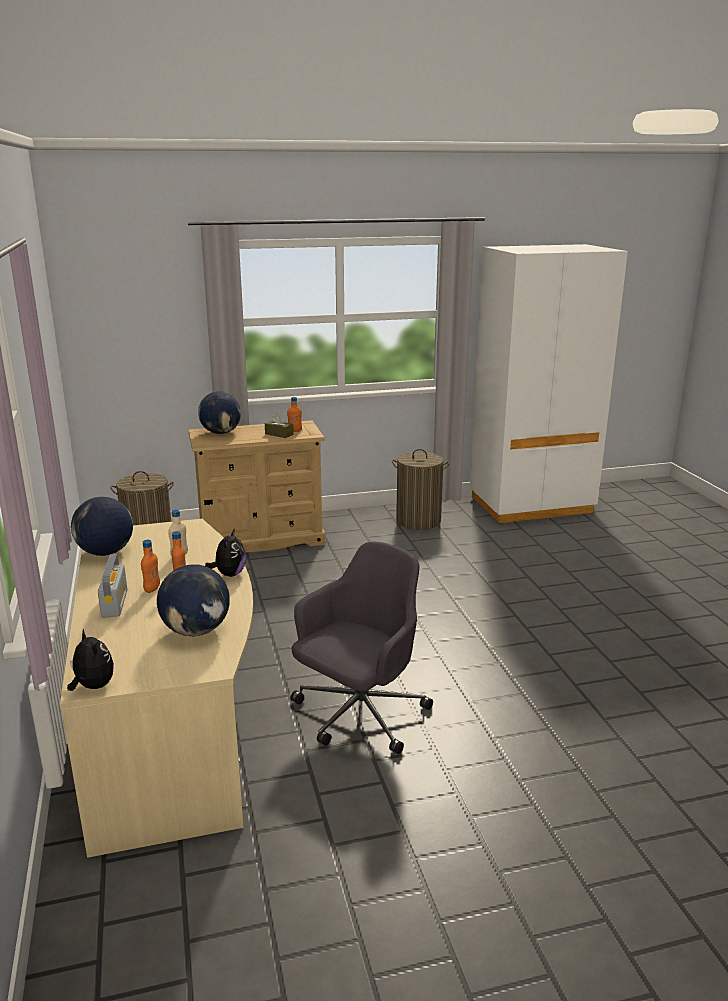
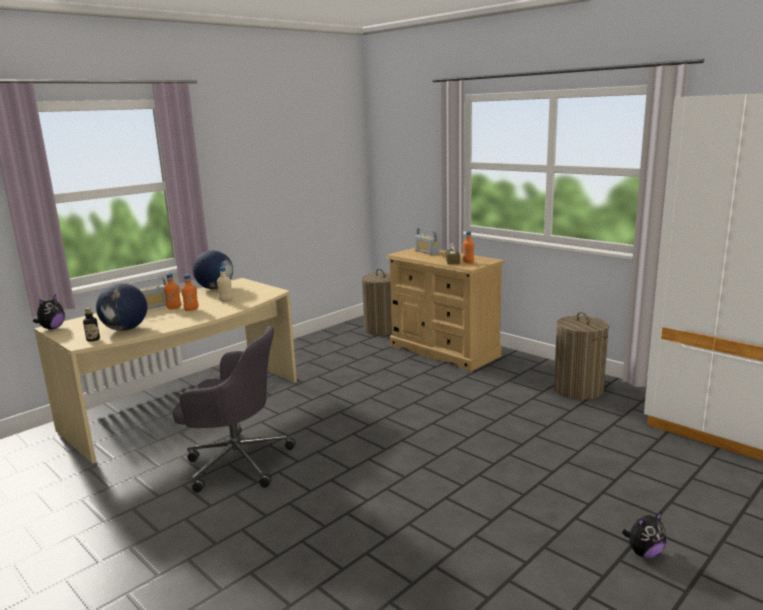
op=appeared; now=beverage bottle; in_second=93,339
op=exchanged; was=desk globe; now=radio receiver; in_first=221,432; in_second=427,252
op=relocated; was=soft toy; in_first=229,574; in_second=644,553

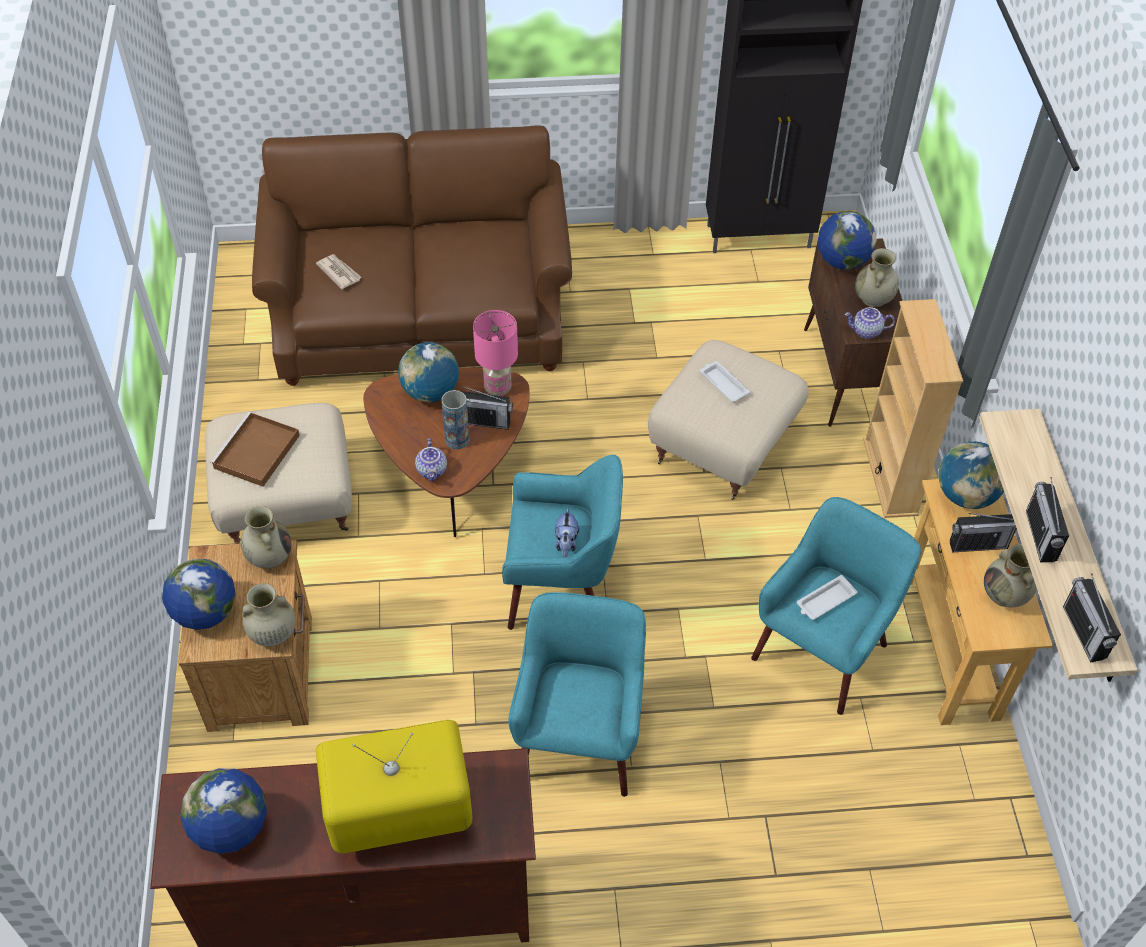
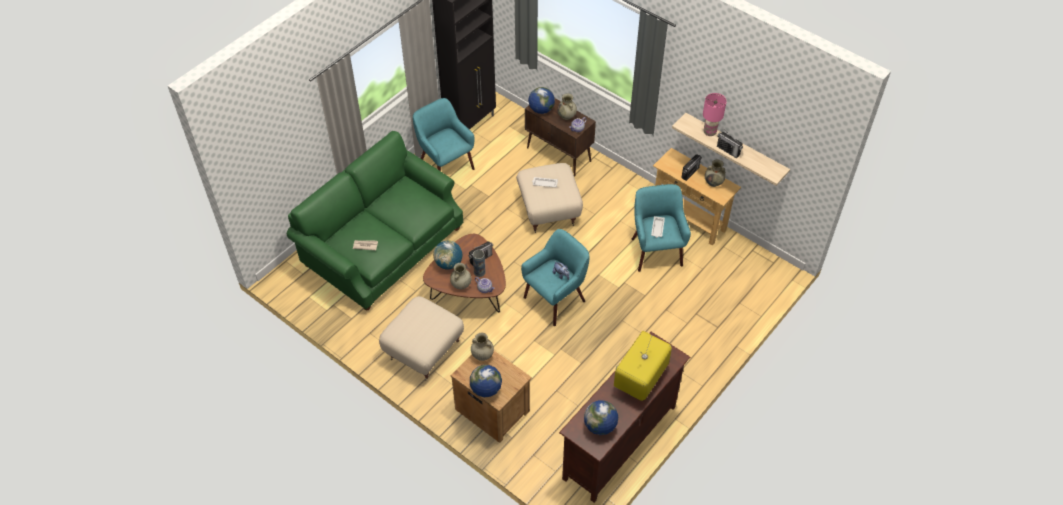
op=colour; was=brown-coloured settee; now=green settee; in_first=421,315; in_second=383,246
op=relocated; was=turquoise-coloured armchair; in_first=579,740; in_second=445,166
op=relocated; was=sand-coloured decorative vase; in_first=272,634; in_second=461,285
op=relocated; was=pinkish lamp for a table; in_first=498,389; in_second=710,132
op=missing; was=brown-coloured carrying tray; in_first=256,453
op=missing; was=sand-coloured bookshelf; in_first=890,476
op=missing; was=desk globe; in_first=965,495
op=missing; was=radio receiver; in_first=1084,632

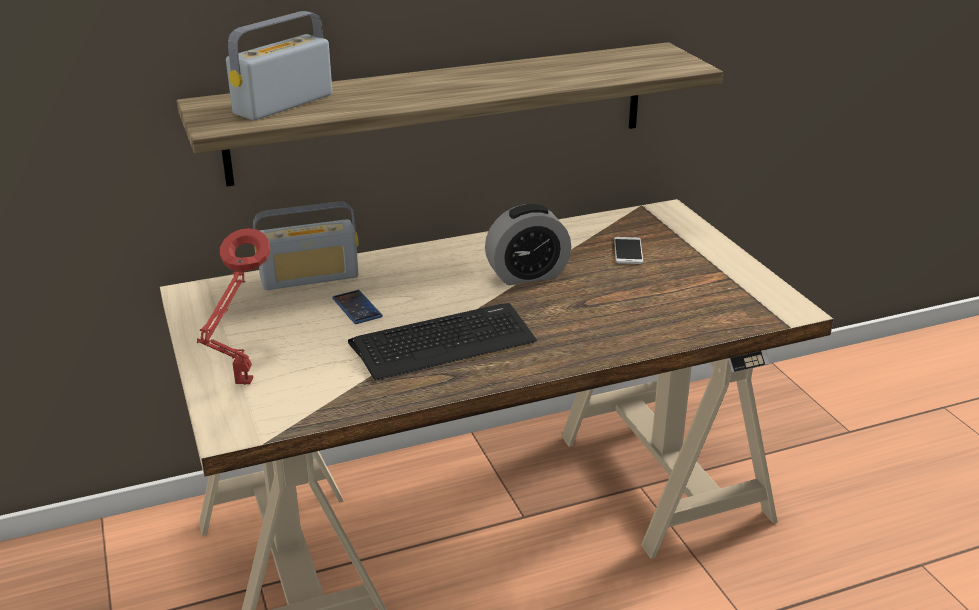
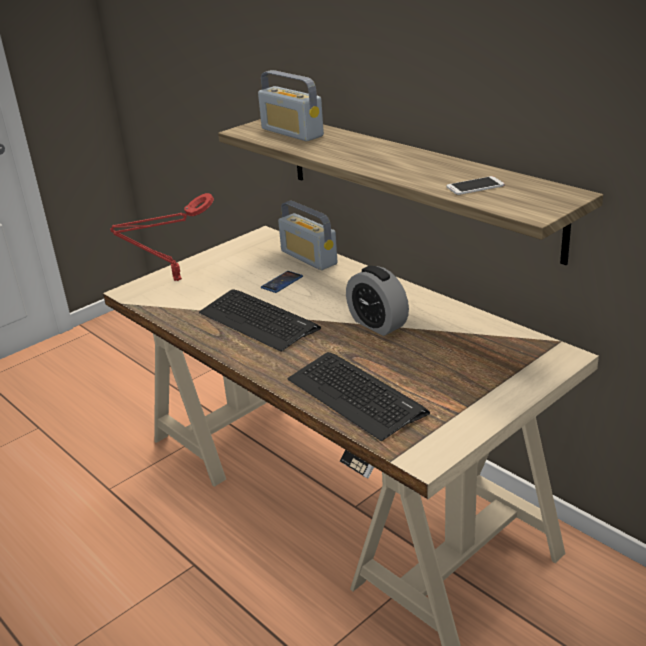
op=spun; was=radio receiver; in_first=283,104; in_second=292,132; clockwise=-150
op=appeared; now=PC keyboard; in_second=356,396
op=relocated; was=telephone; in_first=628,251; in_second=475,186

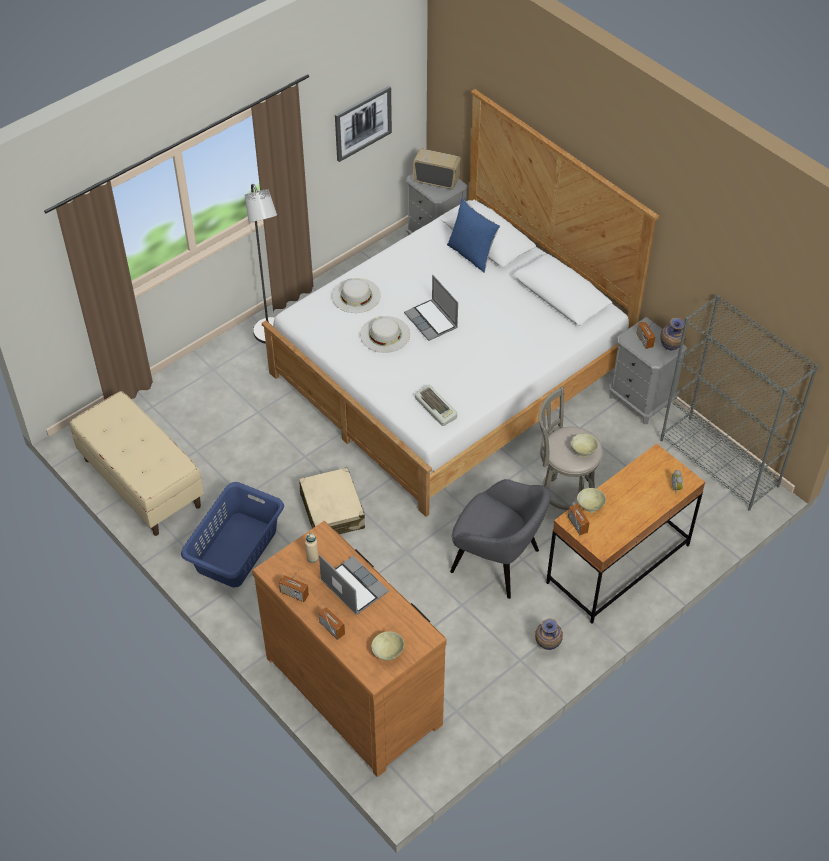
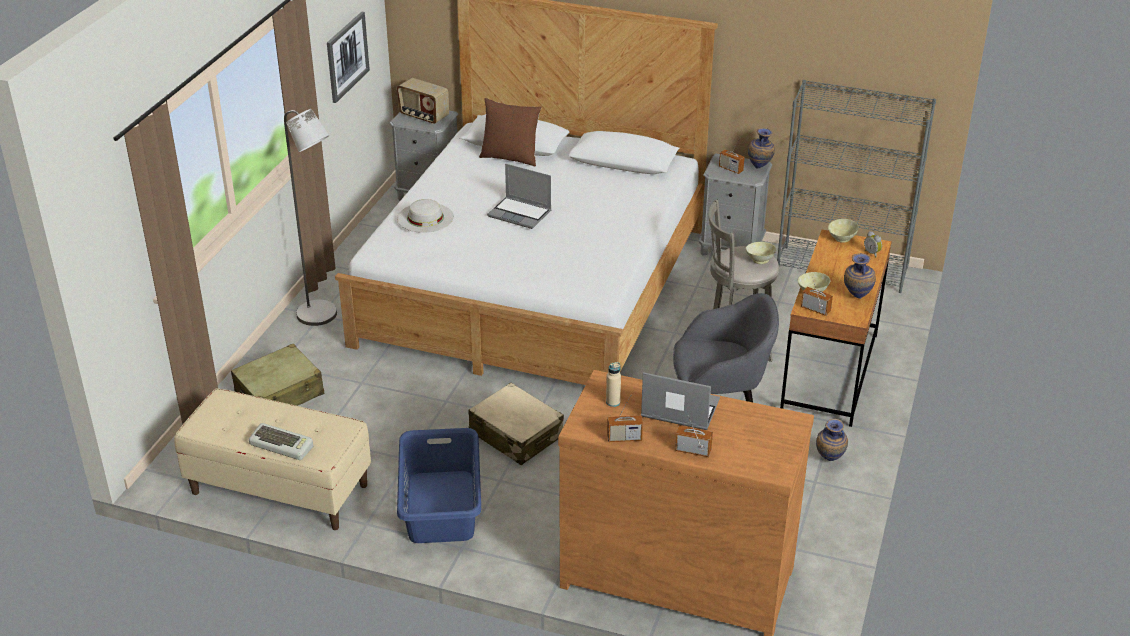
op=appeared; now=sand-coloured piece of luggage; in_second=280,394
op=relocated; was=PC keyboard; in_first=437,408; in_second=283,445
op=spun; was=radio receiver; in_first=436,181; in_second=423,116; clockwise=-135
op=colour; was=bluish cushion; now=brown-coloured cushion; in_first=472,254; in_second=510,157
op=relocated; was=sand-coloured serving bowl; in_first=387,652; in_second=841,239
op=appeared; now=decorative vase; in_second=856,297
op=missing; was=white-coloured wearable hat; in_first=385,334

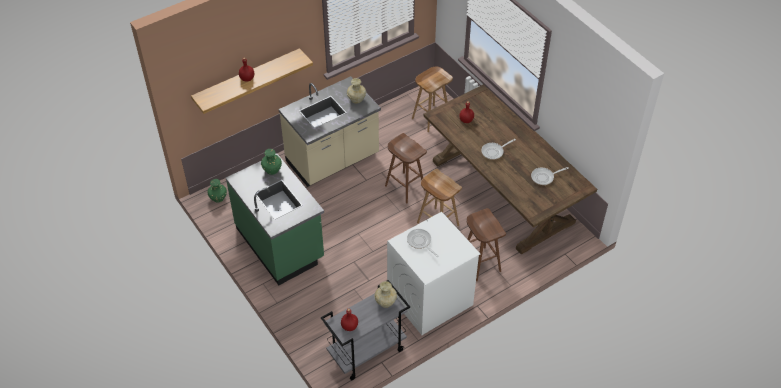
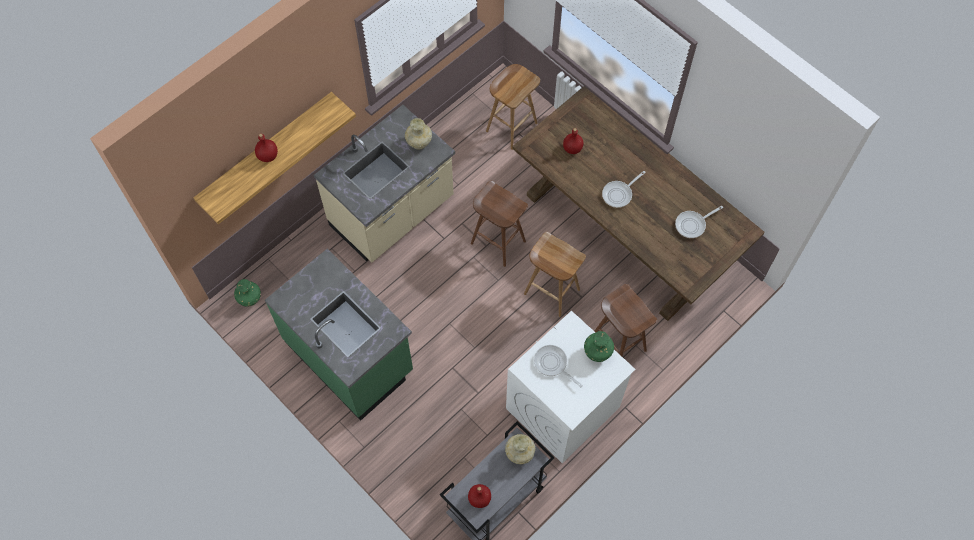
op=relocated; was=green decorative vase; in_first=272,170; in_second=598,353

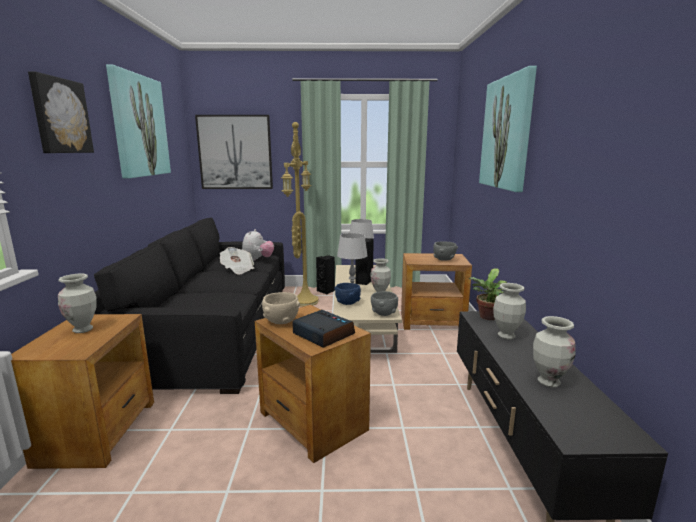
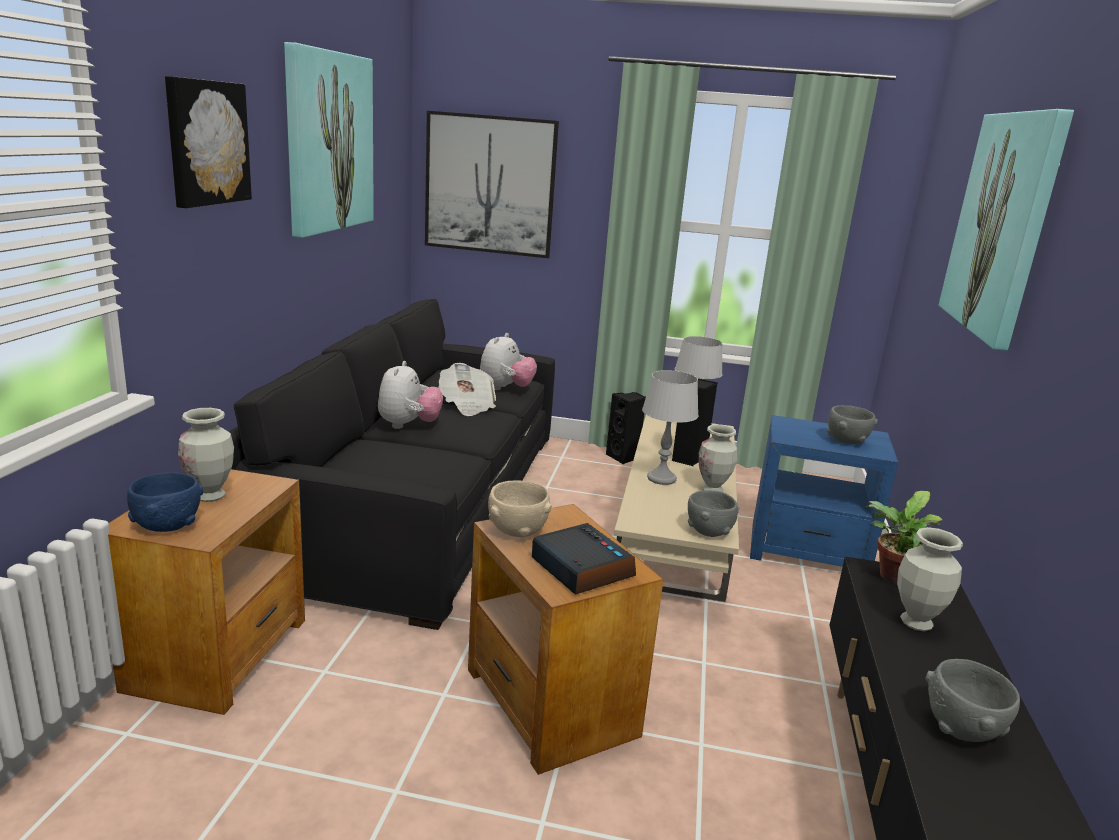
op=relocated; was=bluish serving bowl; in_first=347,303; in_second=167,526
op=appeared; now=soft toy; in_second=408,425
op=colour; was=brown-coloured side table; now=bluish side table; in_first=432,321; in_second=808,551
op=exchanged; was=decorative vase; now=gray serving bowl; in_first=548,382; in_second=961,729
op=missing; was=yellowish standard lamp; in_first=304,301

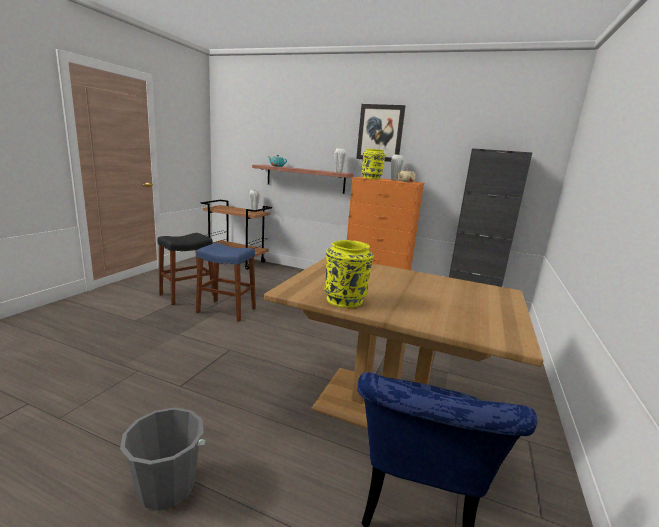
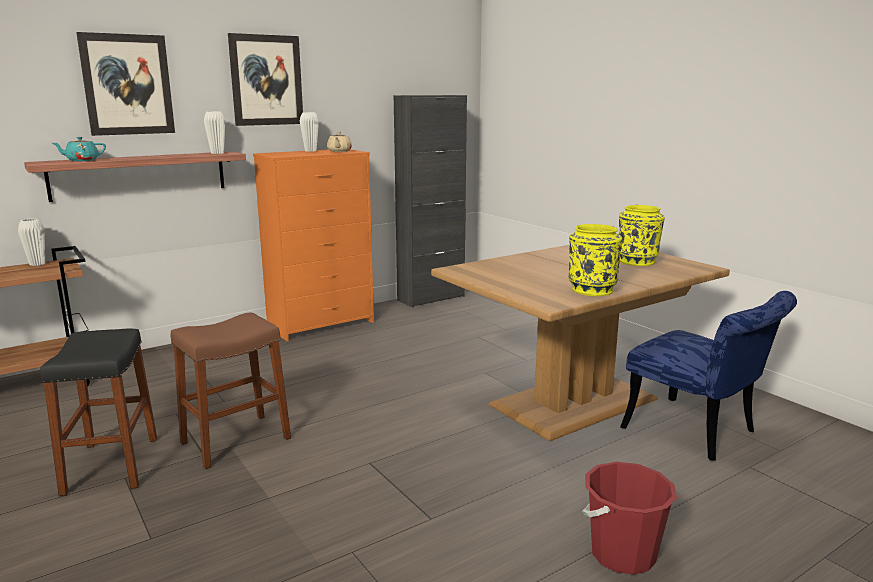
op=appeared; now=picture; in_second=127,85
op=colour; was=bluish stool seat; now=brown-coloured stool seat; in_first=226,310; in_second=236,440
op=colour; was=gray water bucket; now=red-coloured water bucket; in_first=167,487; in_second=622,554
op=relocated; was=yellowish decorative vase; in_first=371,178; in_second=637,261

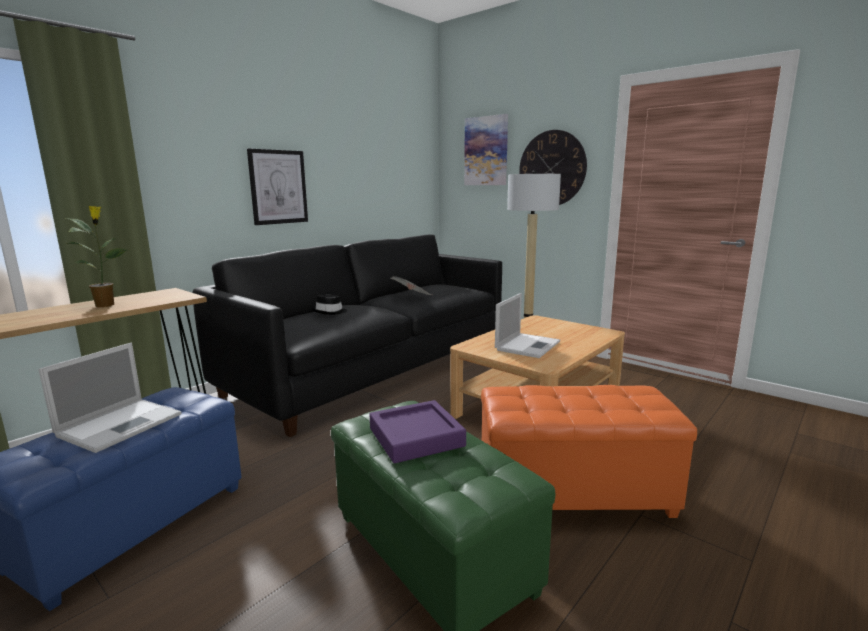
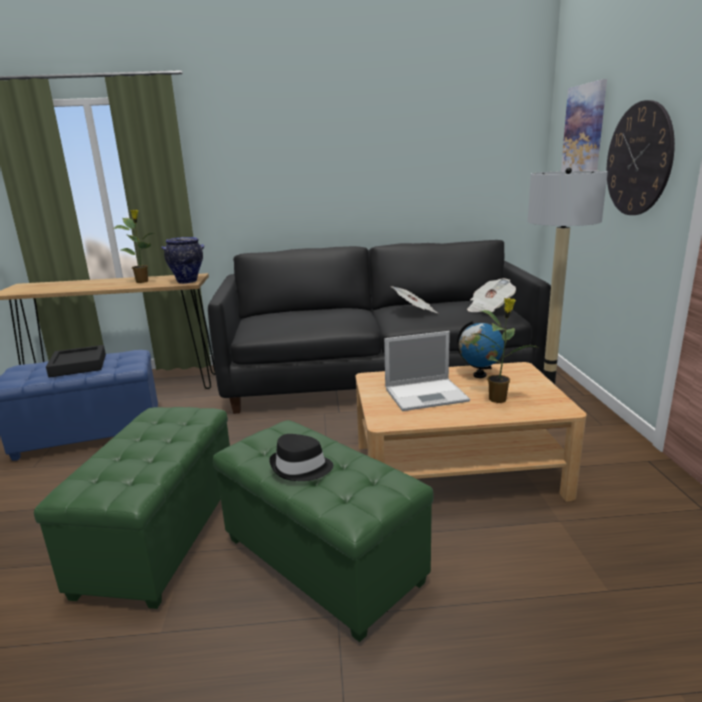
op=exchanged; was=notebook computer; now=black carrying tray; in_first=122,424; in_second=78,365
op=appeared; now=decorative vase; in_second=188,281
op=colour; was=orange-coloured ottoman; now=green ottoman; in_first=573,494; in_second=320,562
op=relocated; was=black wearable hat; in_first=330,312; in_second=301,468
op=appeared; now=desk globe; in_second=479,375
op=appeared; now=daily paper; in_second=489,308
op=appeared; now=potted plant; in_second=498,399
op=missing; was=picture; in_first=278,187
op=missing; was=purple-coloured carrying tray; in_first=416,437

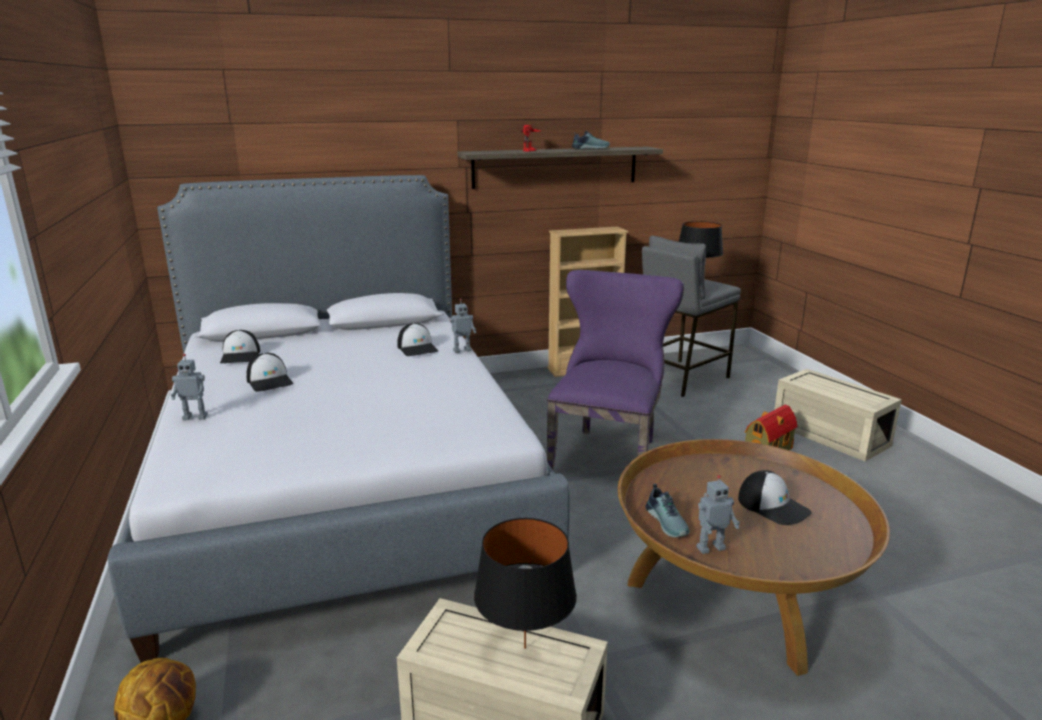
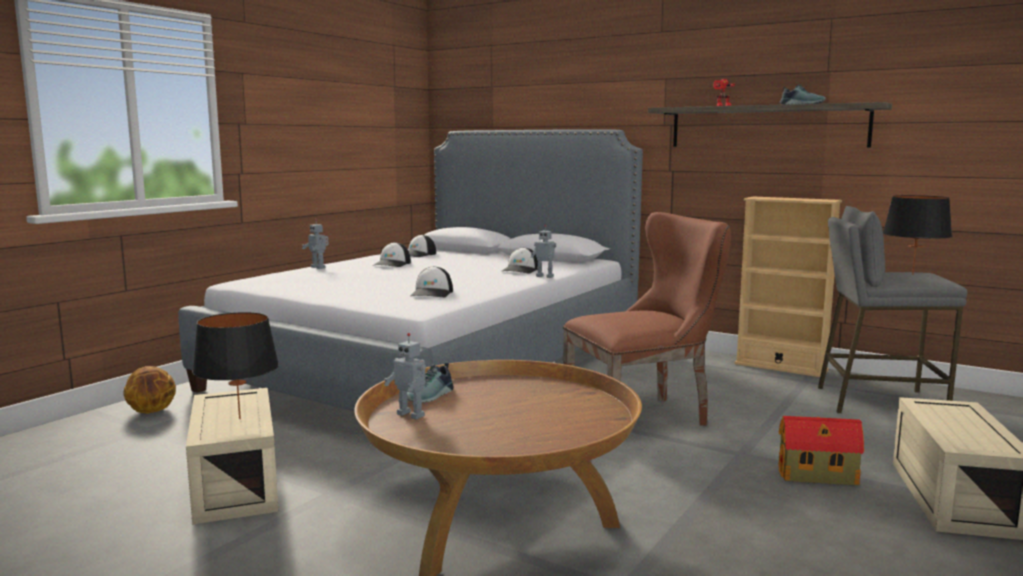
op=relocated; was=cap; in_first=773,506; in_second=432,293
op=colour; was=purple-coloured plain chair; now=brown-coloured plain chair; in_first=608,453; in_second=644,417

